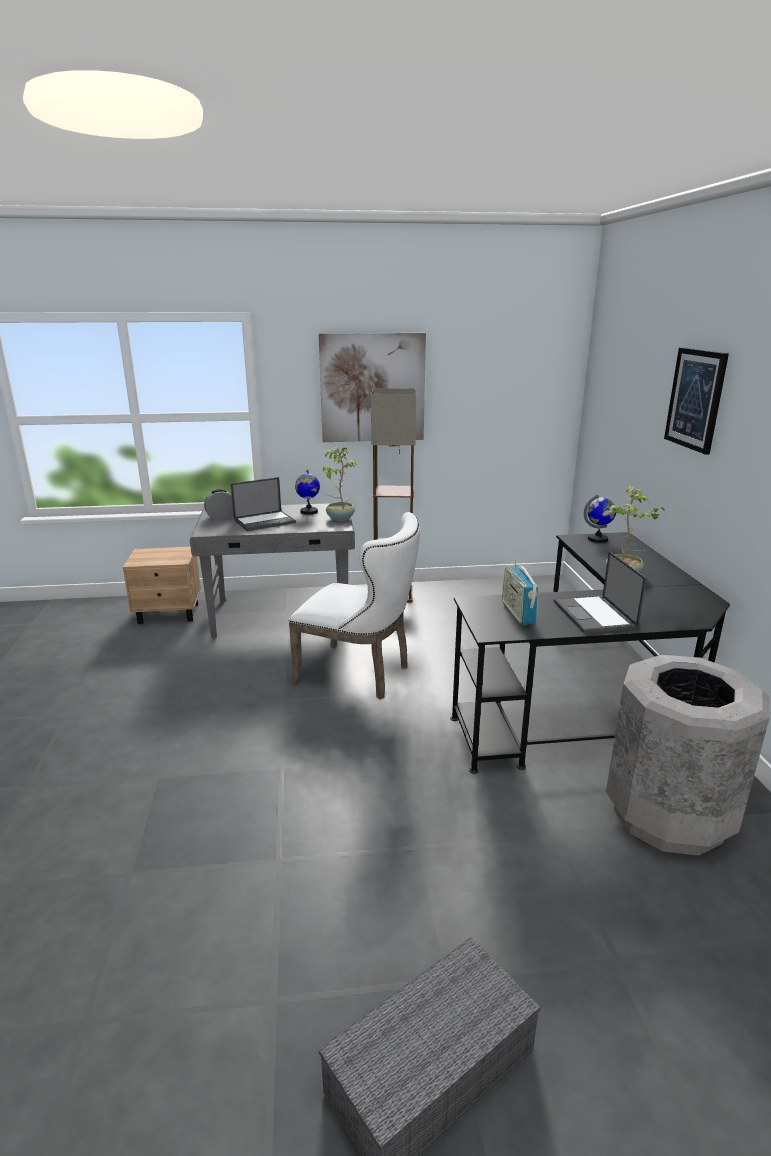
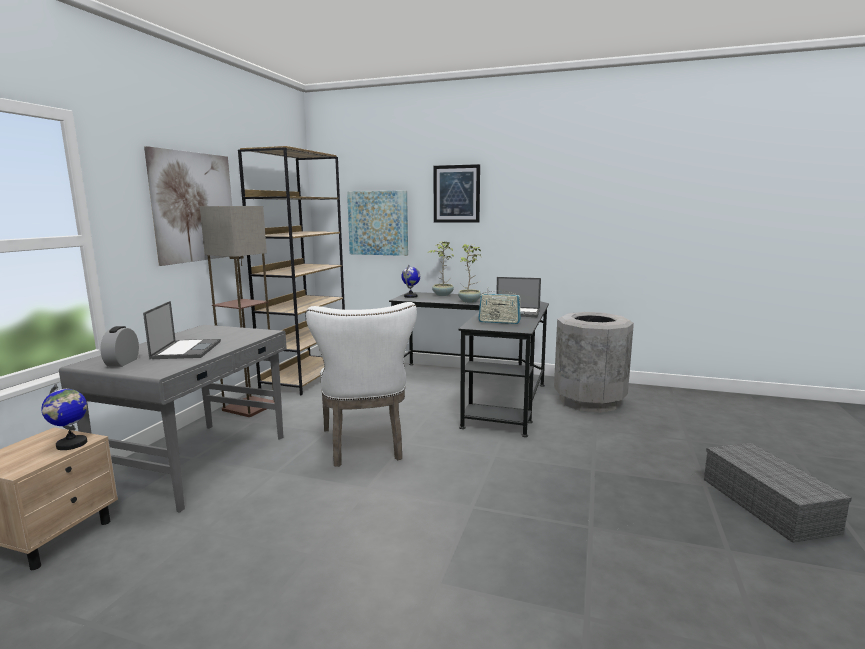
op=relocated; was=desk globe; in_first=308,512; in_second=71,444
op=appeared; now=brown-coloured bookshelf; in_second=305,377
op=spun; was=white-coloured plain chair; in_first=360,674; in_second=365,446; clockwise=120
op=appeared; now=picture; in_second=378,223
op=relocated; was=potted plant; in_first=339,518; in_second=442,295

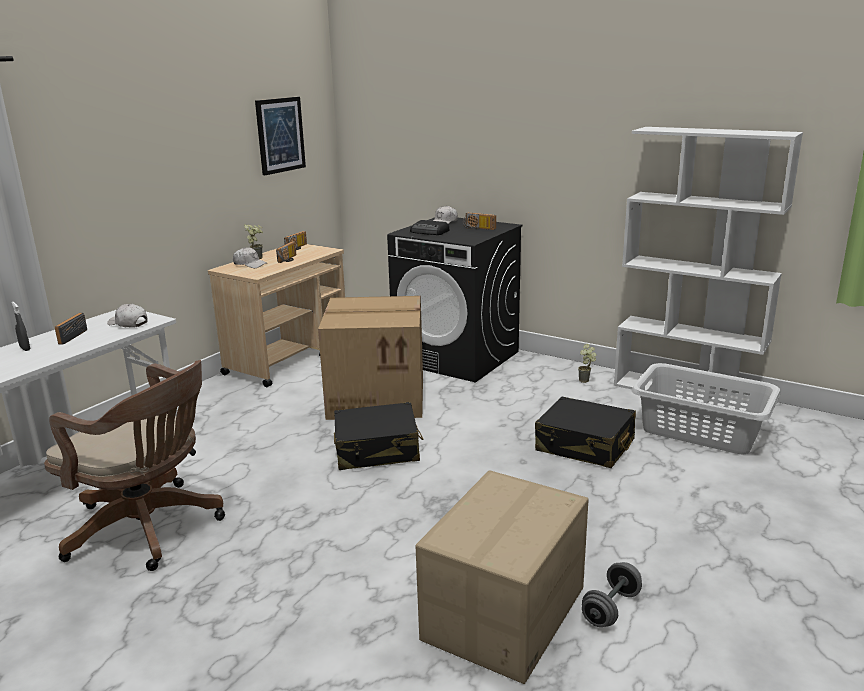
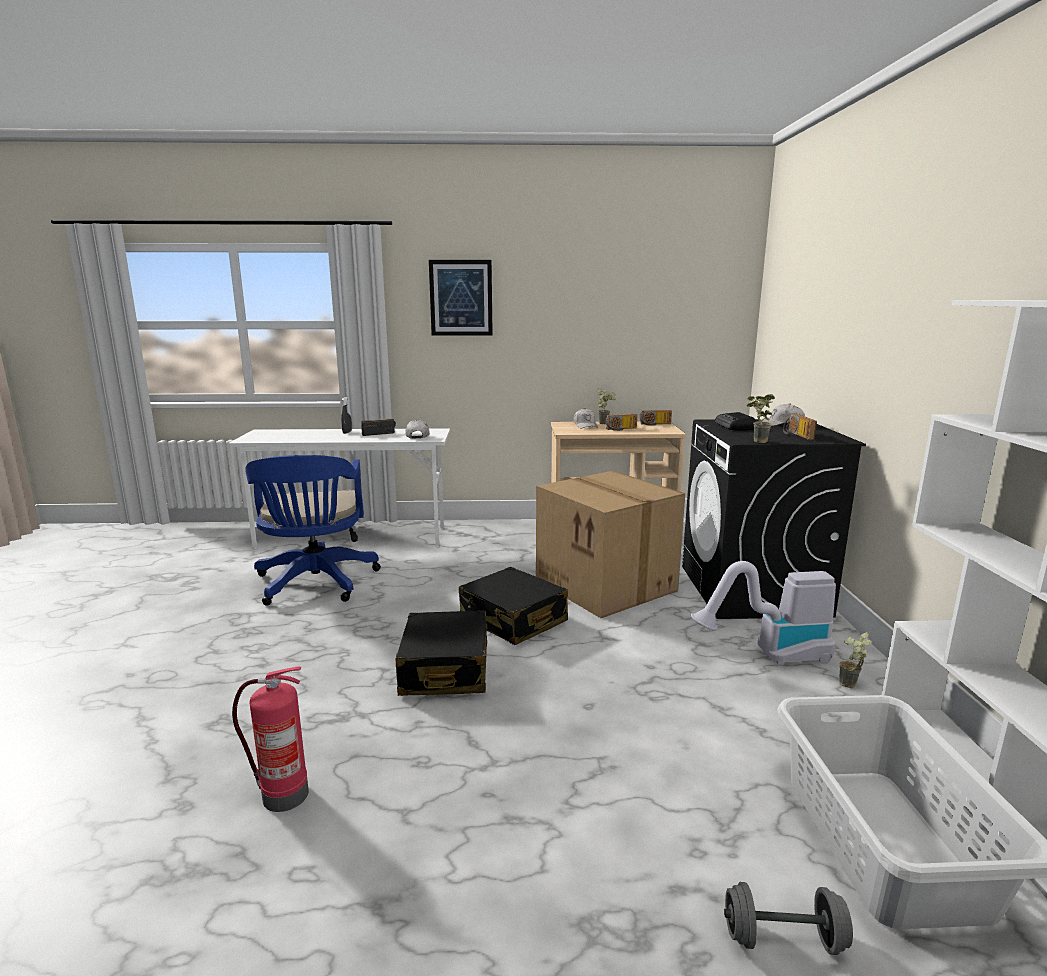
op=exchanged; was=cardboard box; now=fire extinguisher; in_first=505,614; in_second=283,796
op=colour; was=brown-coloured office chair; now=bluish office chair; in_first=150,529; in_second=315,584
op=relocated; was=black piece of luggage; in_first=585,446; in_second=445,669
op=relocated; was=picture; in_first=280,135; in_second=461,298
op=appeared; now=hoover; in_second=769,655
op=relocated; was=gray dumbbell; in_first=611,608; in_second=783,938
op=appeared; now=potted plant; in_second=756,441

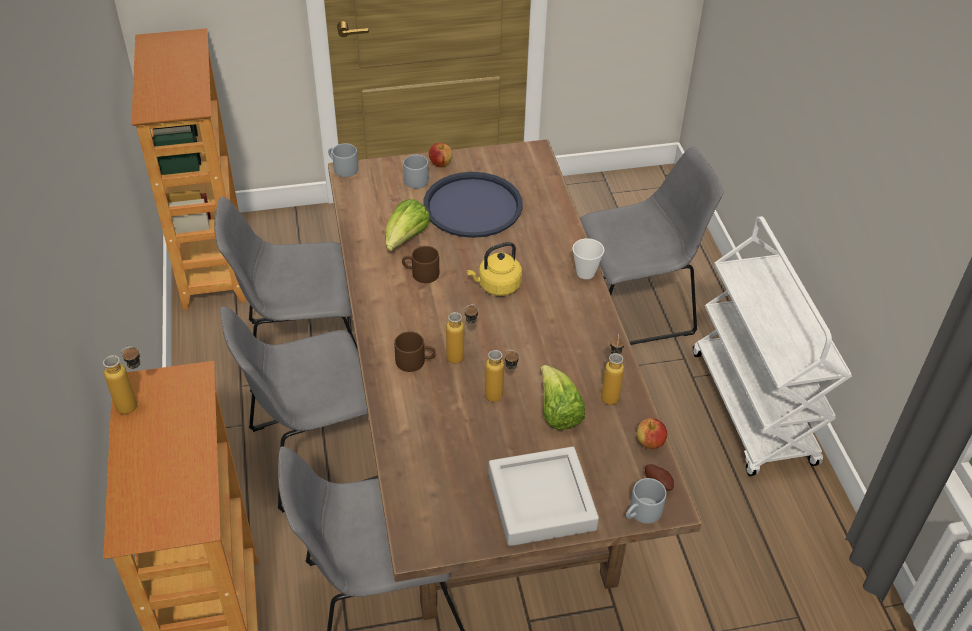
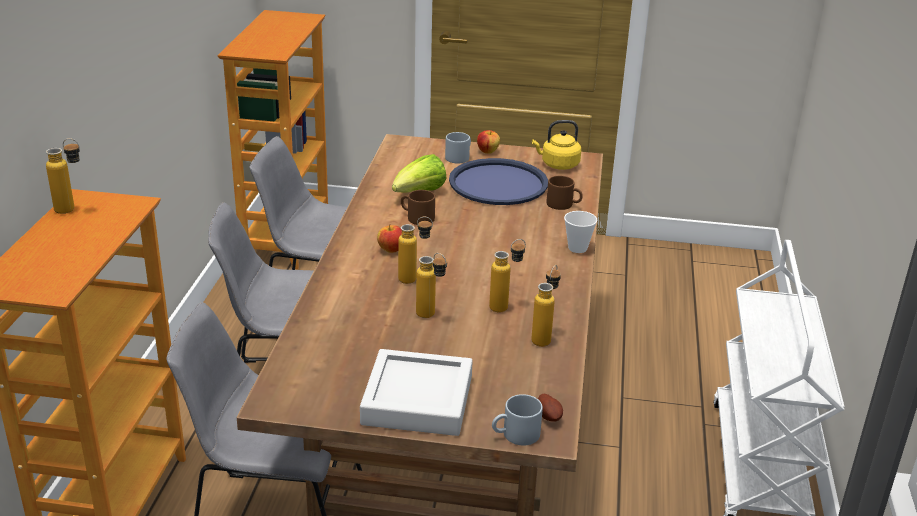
op=relocated; was=apple; in_first=650,443; in_second=391,250
op=appeared; now=beverage bottle; in_second=505,306
op=relocated; was=yellowish tea kettle; in_first=497,286; in_second=558,165
op=relocated; was=brown-coloured mug; in_first=415,361; in_second=564,204
op=missing; was=gray mug; in_first=342,168
op=missing; was=lettuce; in_first=558,412
op=missing; was=gray plain chair; in_first=633,308

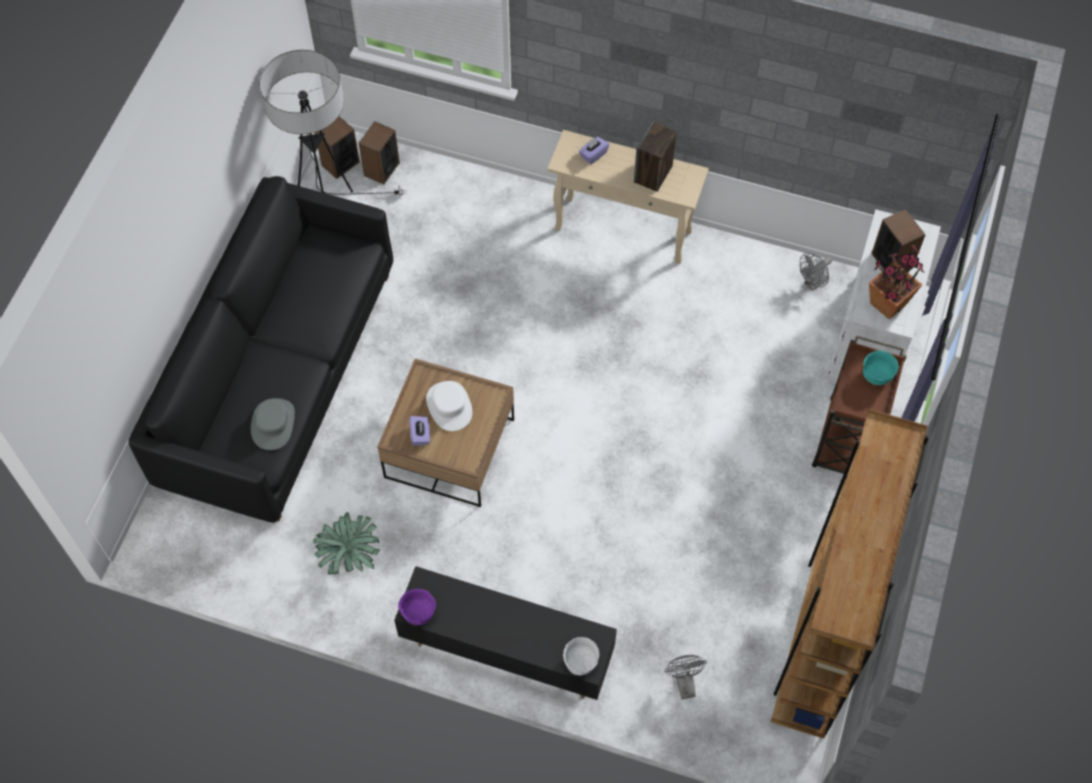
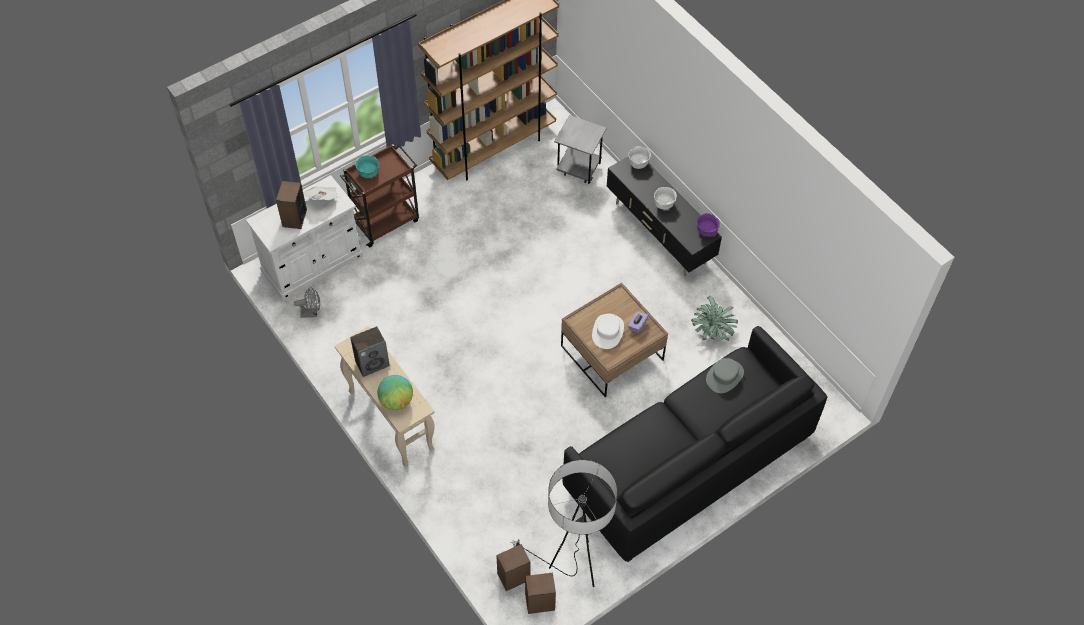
op=exchanged; was=potted plant; now=daily paper; in_first=887,304; in_second=323,198
op=exchanged; was=purple-coloured tissue holder; now=desk globe; in_first=593,155; in_second=396,401
op=exchanged; was=gray electric fan; now=gray side table; in_first=683,682; in_second=579,170
op=appeared; now=white-coloured serving bowl; in_second=663,205

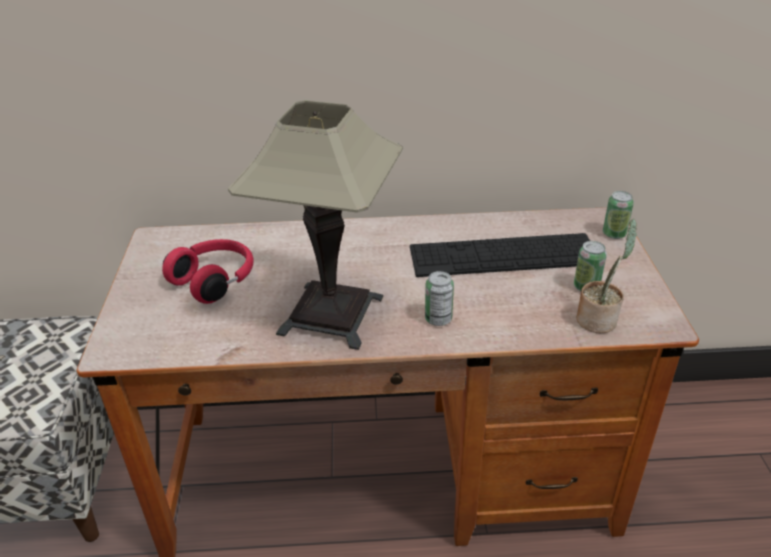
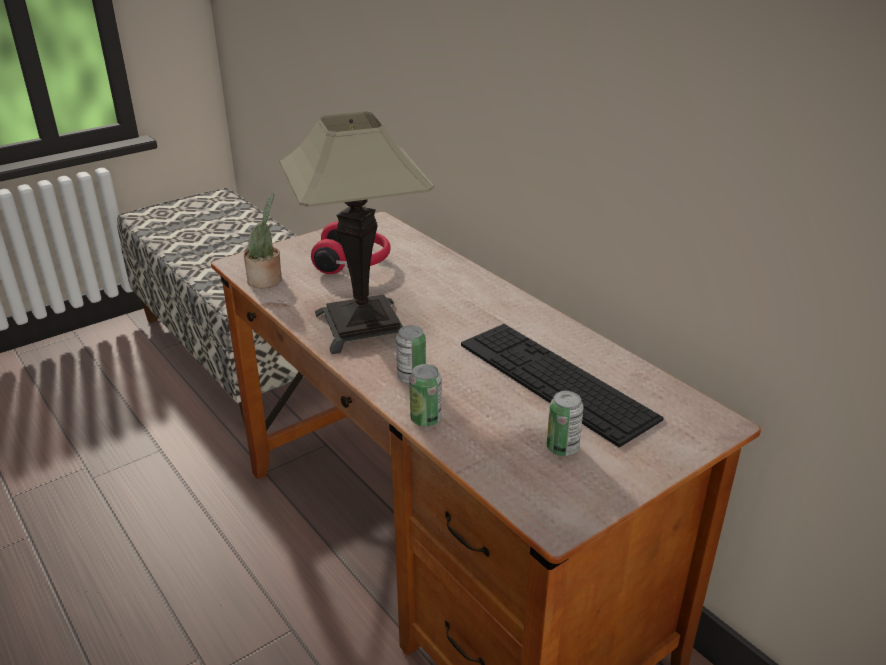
op=relocated; was=potted plant; in_first=598,319; in_second=267,281
op=relocated; was=metal can; in_first=614,234; in_second=425,419

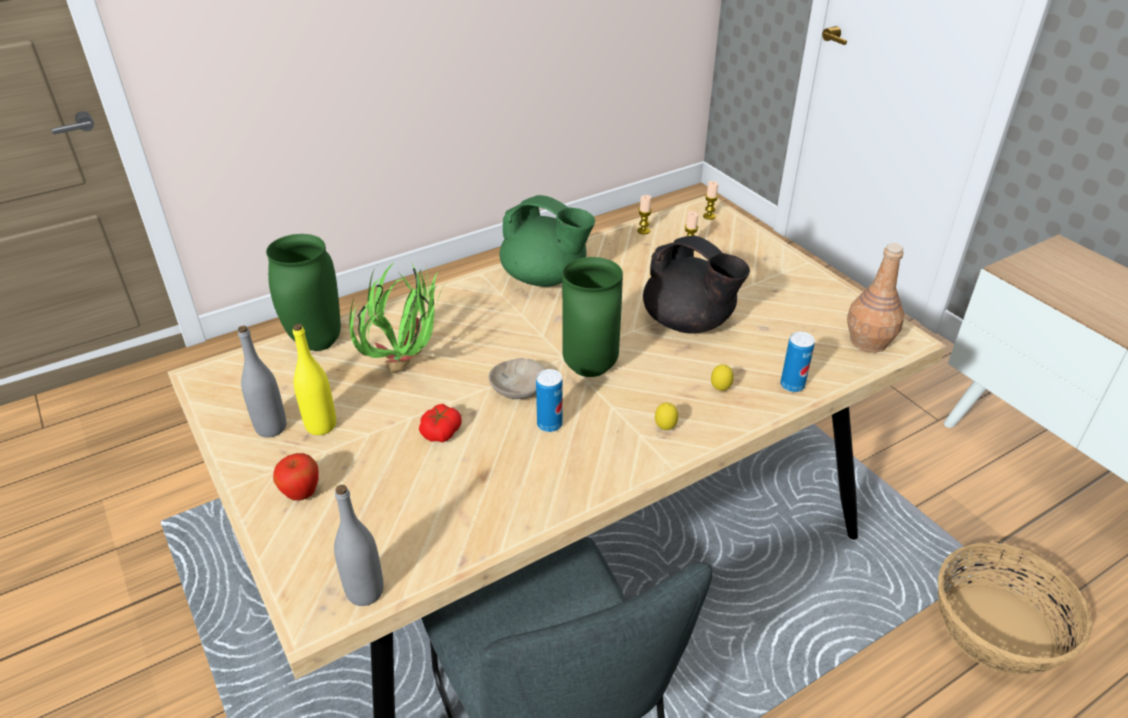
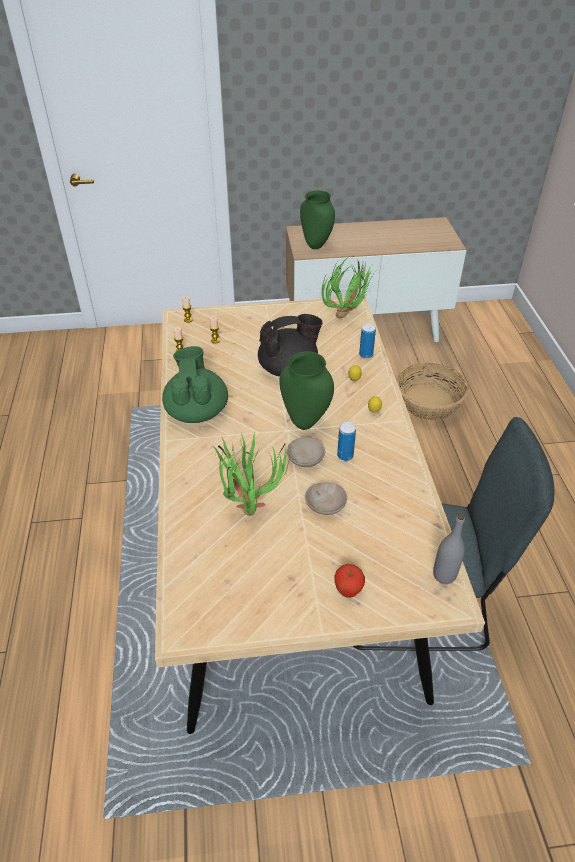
op=spun; was=green tea pot; in_first=545,277; in_second=197,411; clockwise=-60
op=relocated; was=green decorative vase; in_first=315,343; in_second=315,246
op=exchanged; was=whole tomato; now=sand-coloured serving bowl; in_first=441,432; in_second=325,506
op=exchanged; was=brown-coloured beverage bottle; now=potted plant; in_first=868,342; in_second=348,316
op=missing; was=gray beverage bottle; in_first=271,428
op=missing; was=yellowish beverage bottle; in_first=321,425

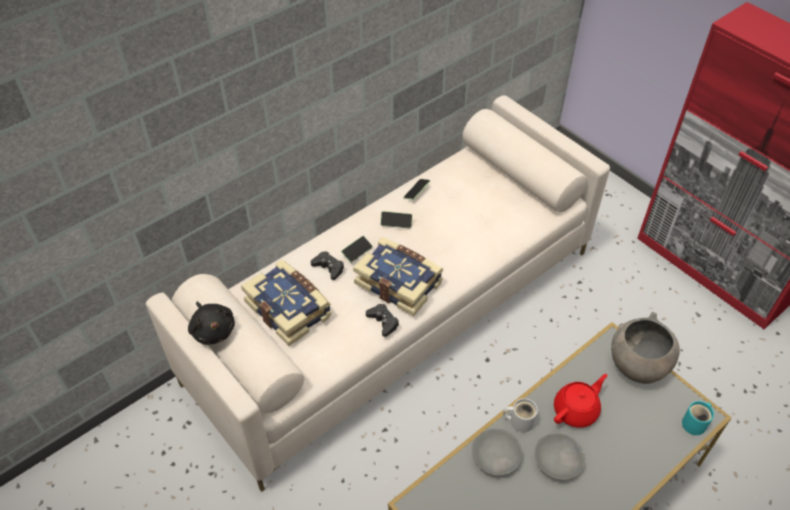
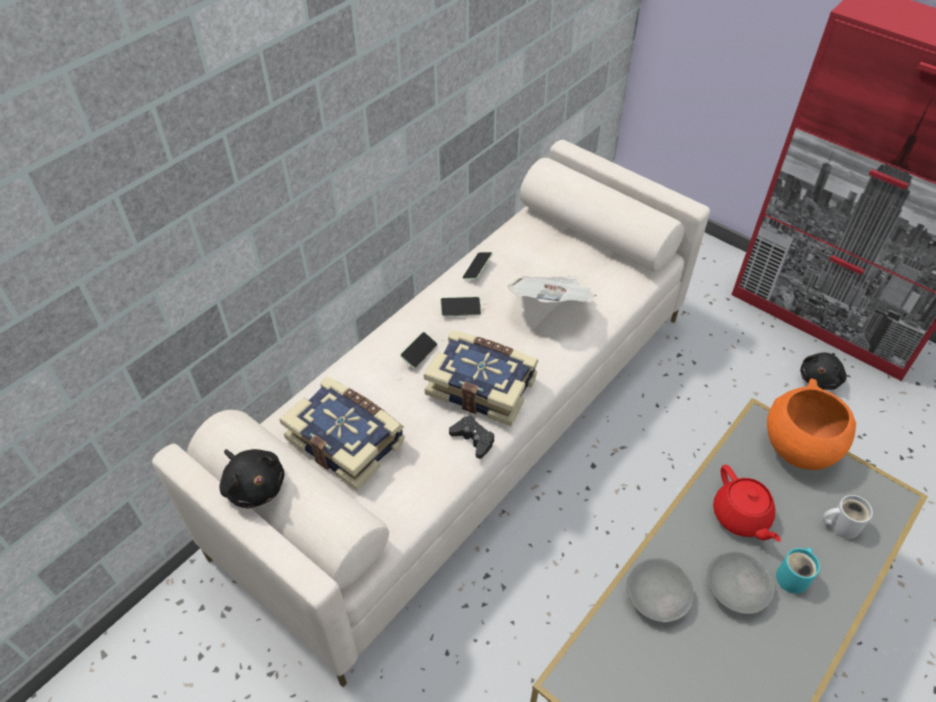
op=appeared; now=daily paper; in_second=551,304
op=spun; was=red-coloured tea pot; in_first=576,410; in_second=741,517; clockwise=120
op=colour; was=gray serving bowl; now=orange-coloured serving bowl; in_first=637,366; in_second=798,448
op=relocated; was=turquoise-coloured mug; in_first=696,423; in_second=794,576
op=appeared; now=black soft toy; in_second=819,378
op=relocated; was=white-coloured mug; in_first=519,420; in_second=840,524
op=missing; was=black game controller; in_first=328,268

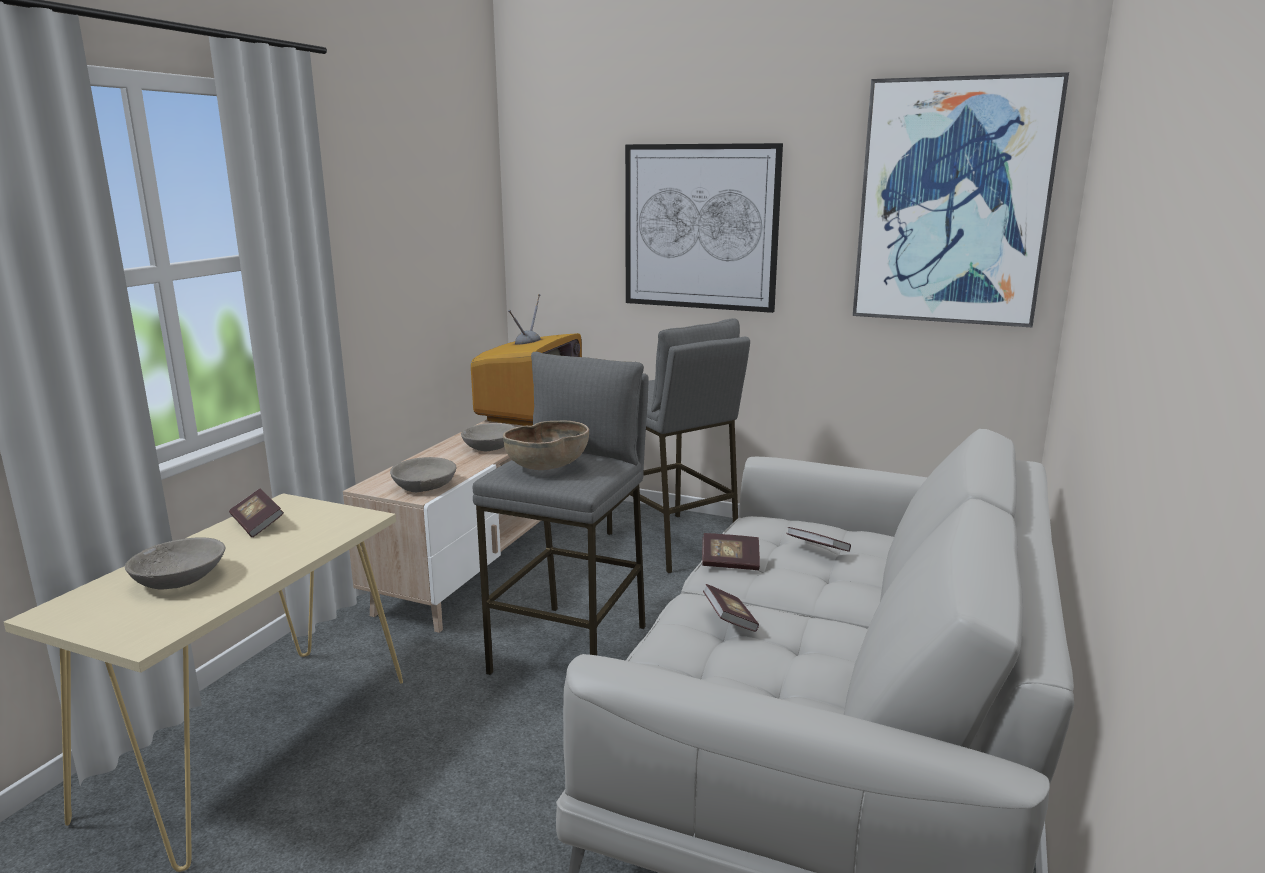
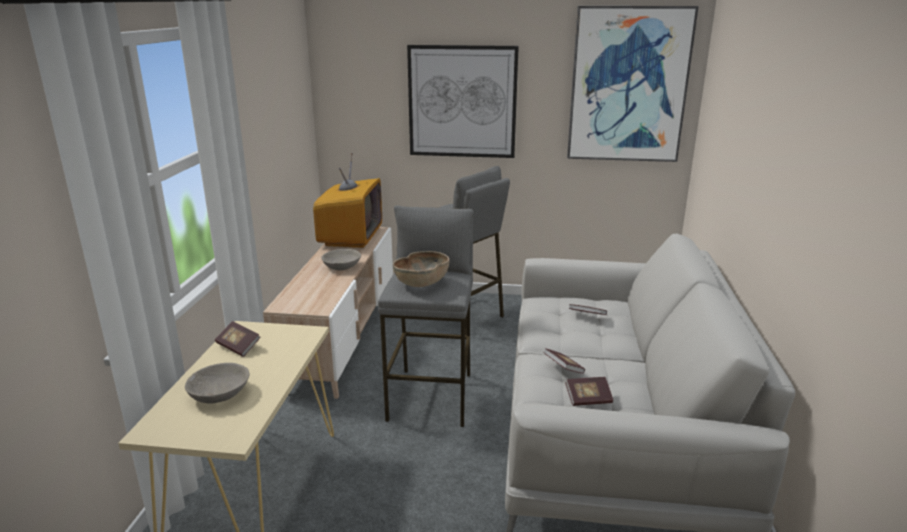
op=relocated; was=volume; in_first=730,563; in_second=588,399
op=missing; was=gray serving bowl; in_first=424,486

